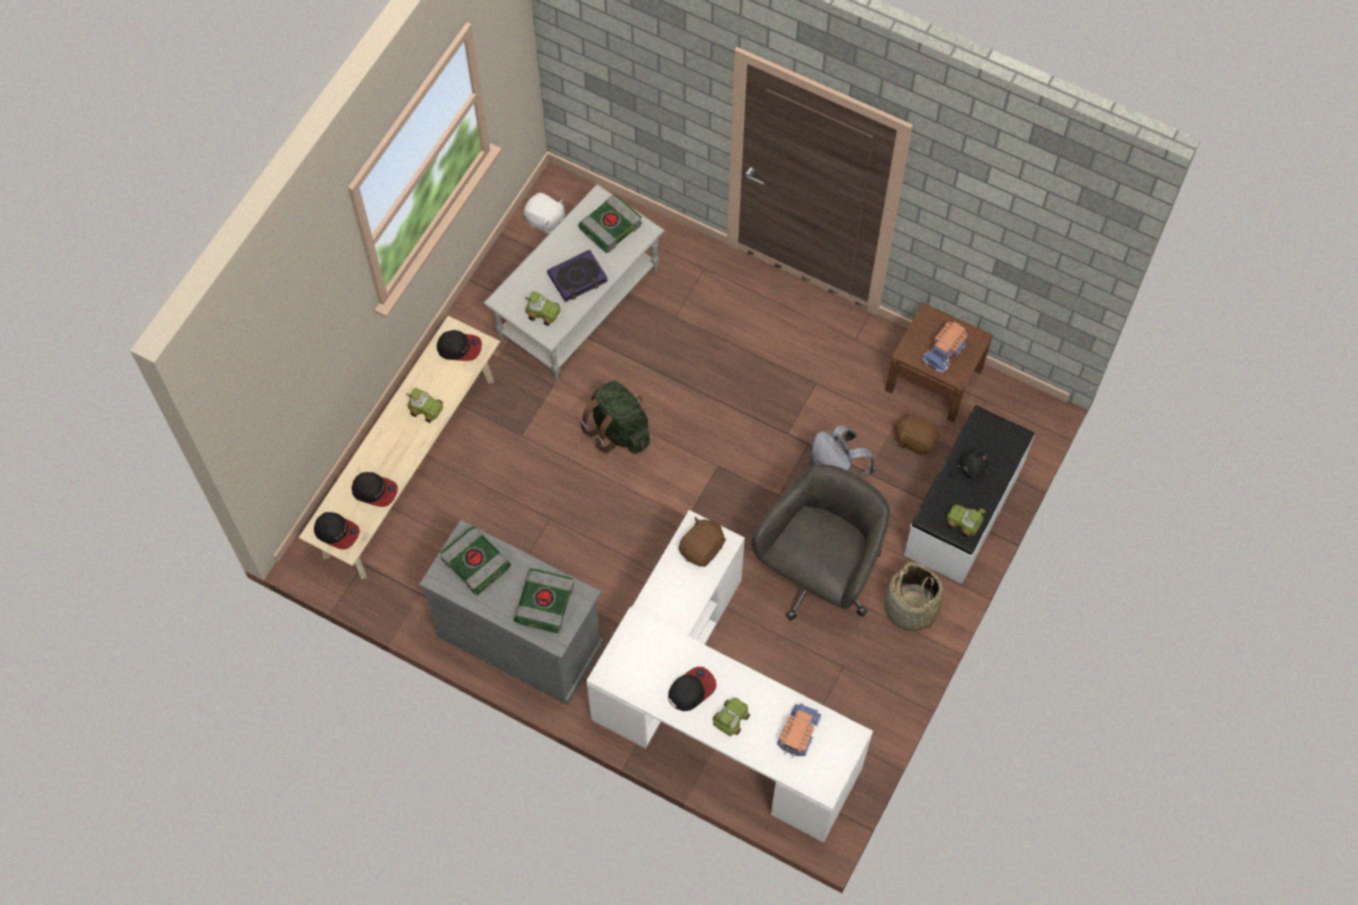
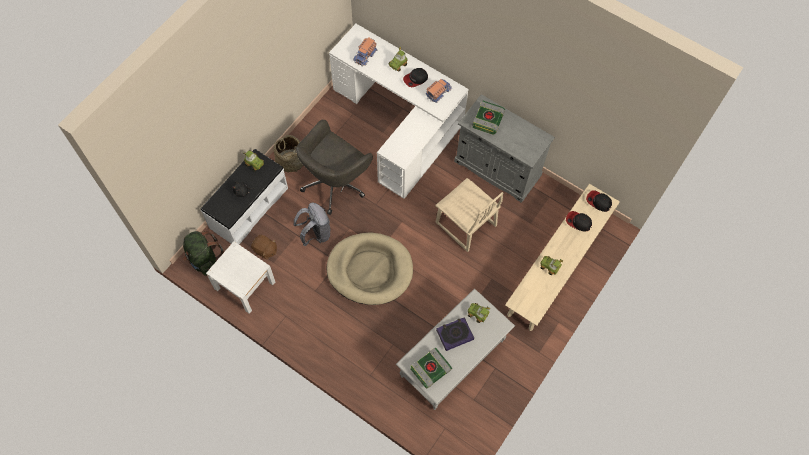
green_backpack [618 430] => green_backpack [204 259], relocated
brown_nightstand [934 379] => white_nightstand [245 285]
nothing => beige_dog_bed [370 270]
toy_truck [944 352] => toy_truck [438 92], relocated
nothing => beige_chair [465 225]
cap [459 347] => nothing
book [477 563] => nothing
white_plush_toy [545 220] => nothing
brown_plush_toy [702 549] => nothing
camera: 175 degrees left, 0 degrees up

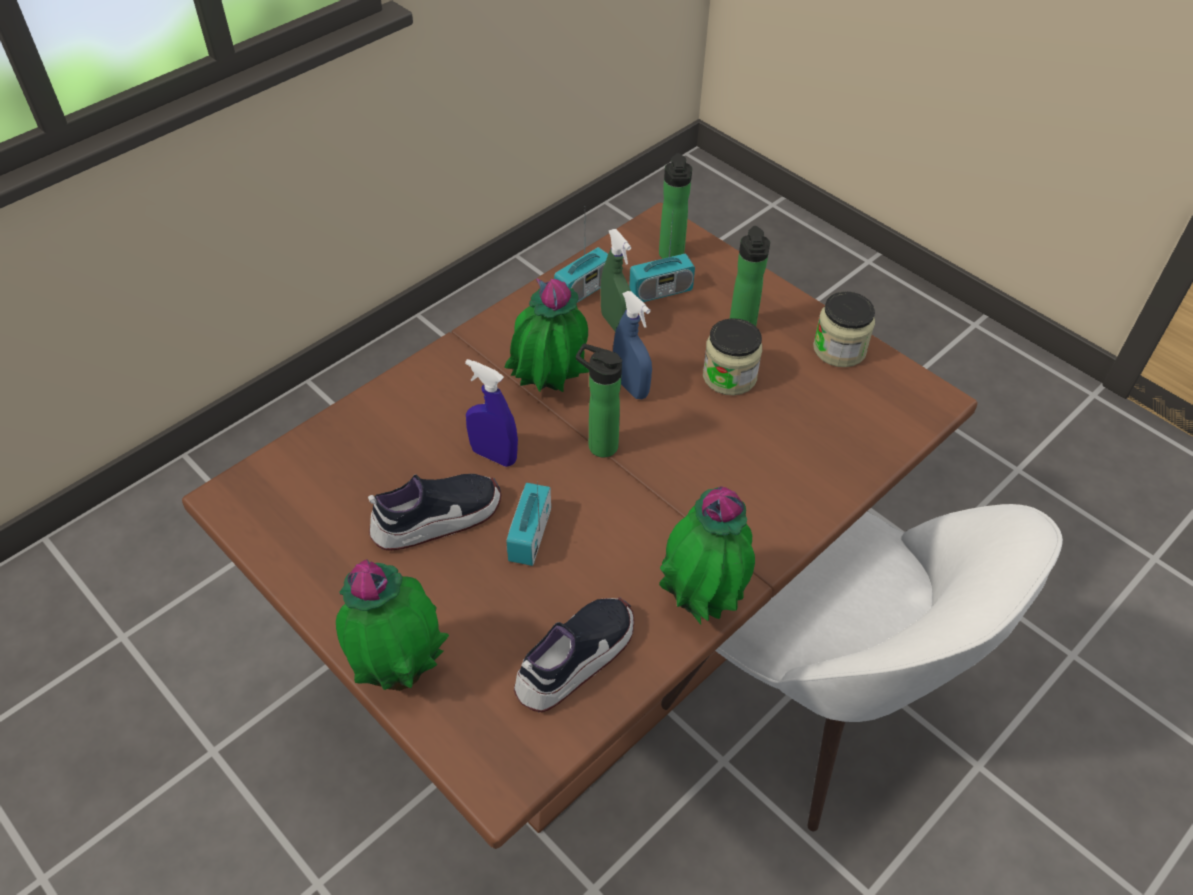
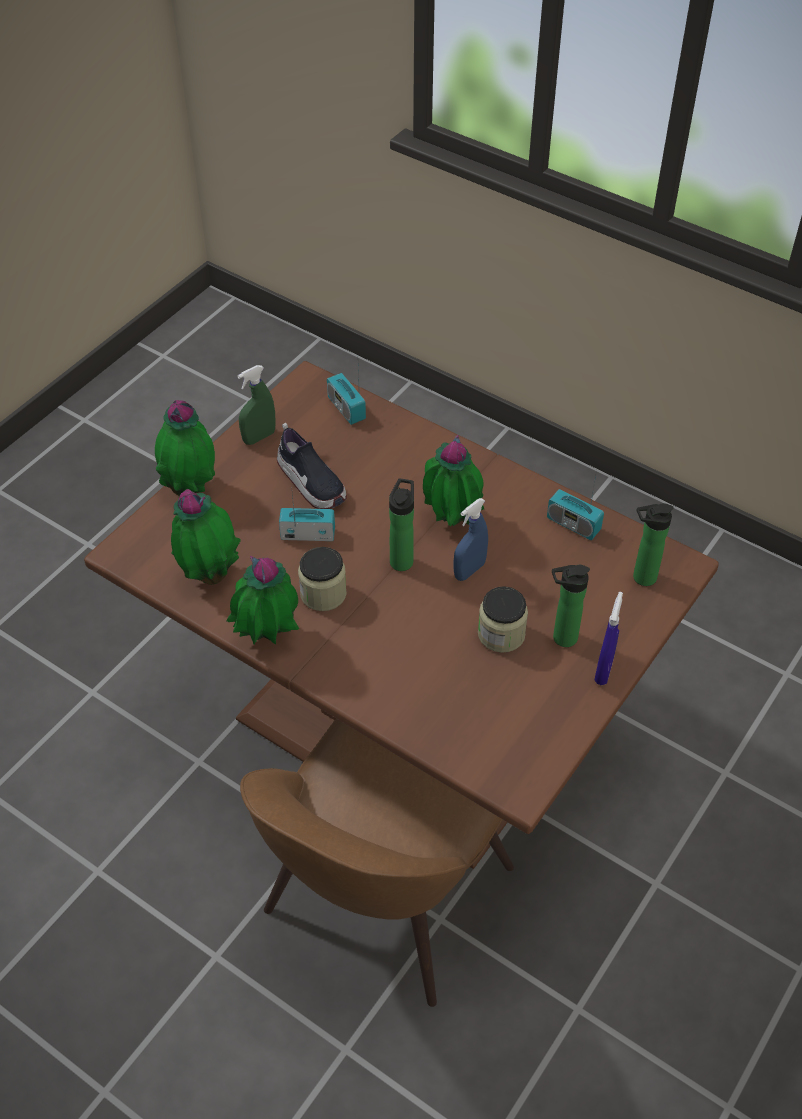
shoe [575 660] => potted_plant [210 575]
green_spray_bottle [616 324] => green_spray_bottle [259 437], relocated
white_chair [806 700] => brown_chair [383 897]
jar [839 349] => jar [323 594], relocated
radio [661 291] => radio [346 408], relocated
blue_spray_bottle [494 455] => blue_spray_bottle [603 670], relocated
camera: 80 degrees right, 0 degrees up

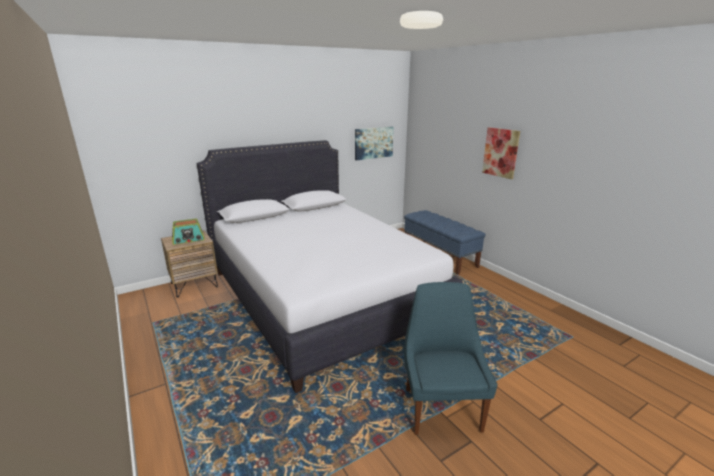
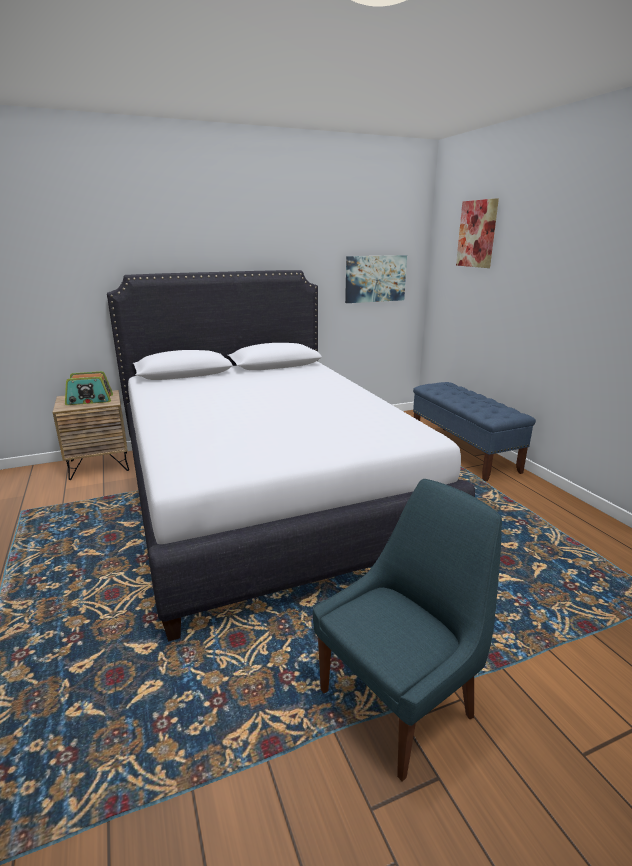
blue_chair [441 407] => blue_chair [400 700], 45 degrees clockwise
picture [501 152] => picture [477 234], relocated
camera: 10 degrees right, 0 degrees up

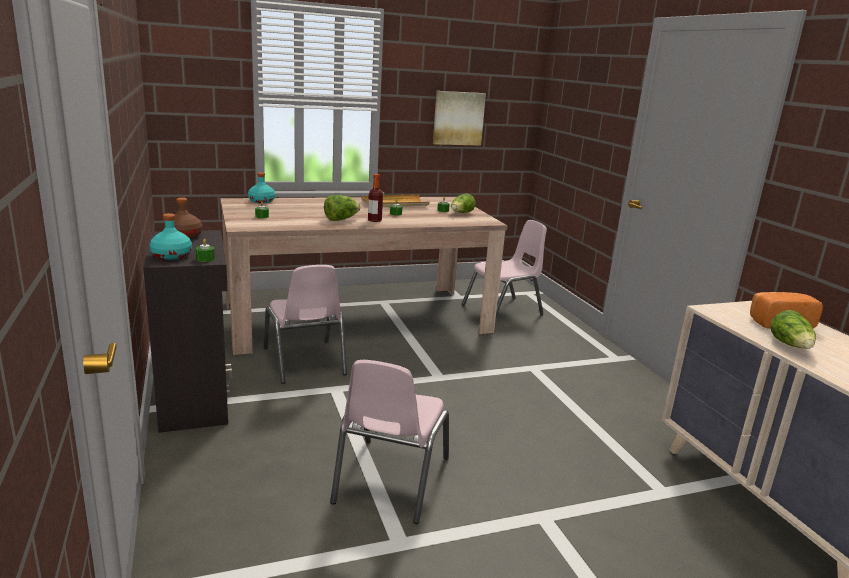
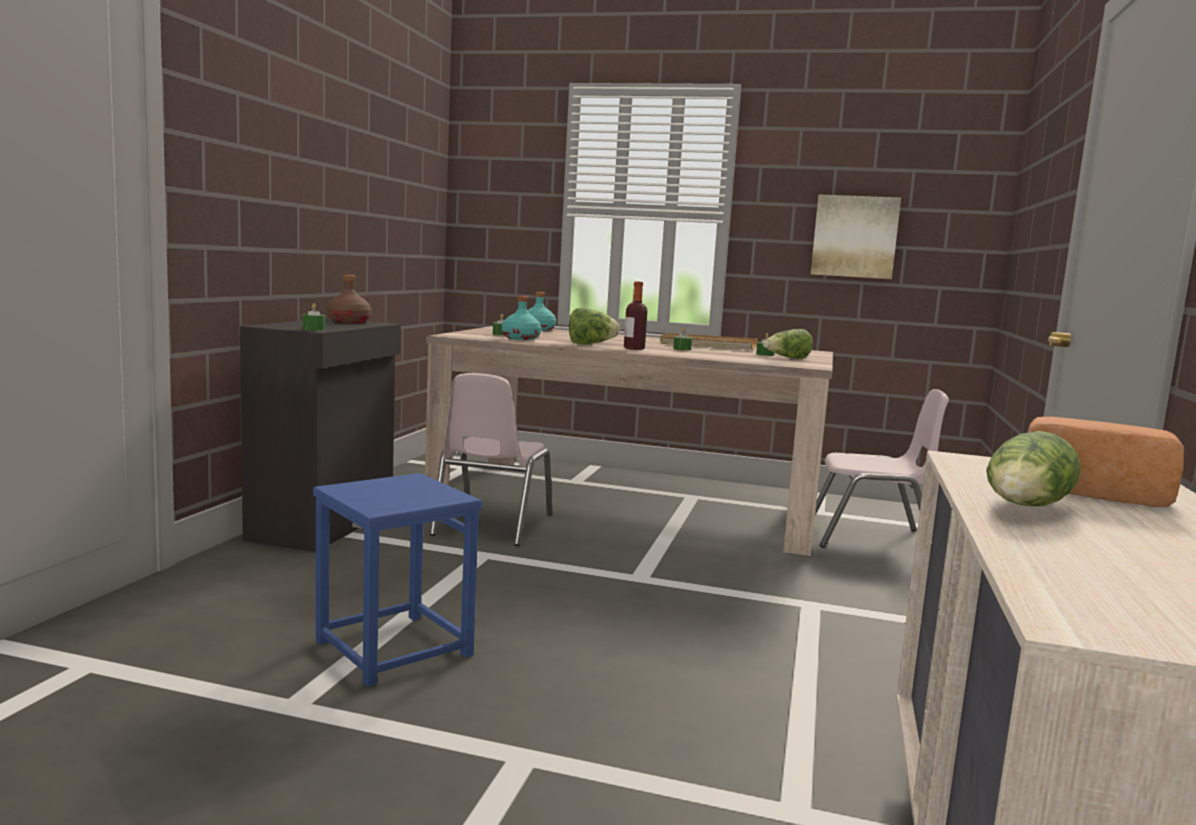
pink_chair [390 480] => blue_stool [392 648]
turquoise_bottle [172 255] => turquoise_bottle [521 338], relocated
camera: 35 degrees right, 10 degrees down

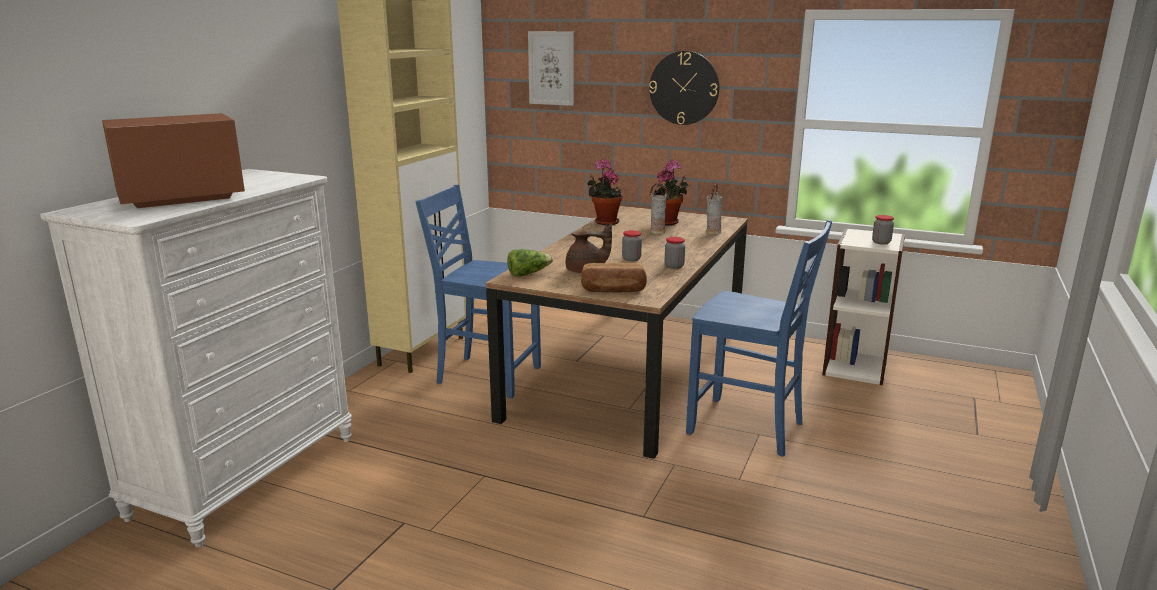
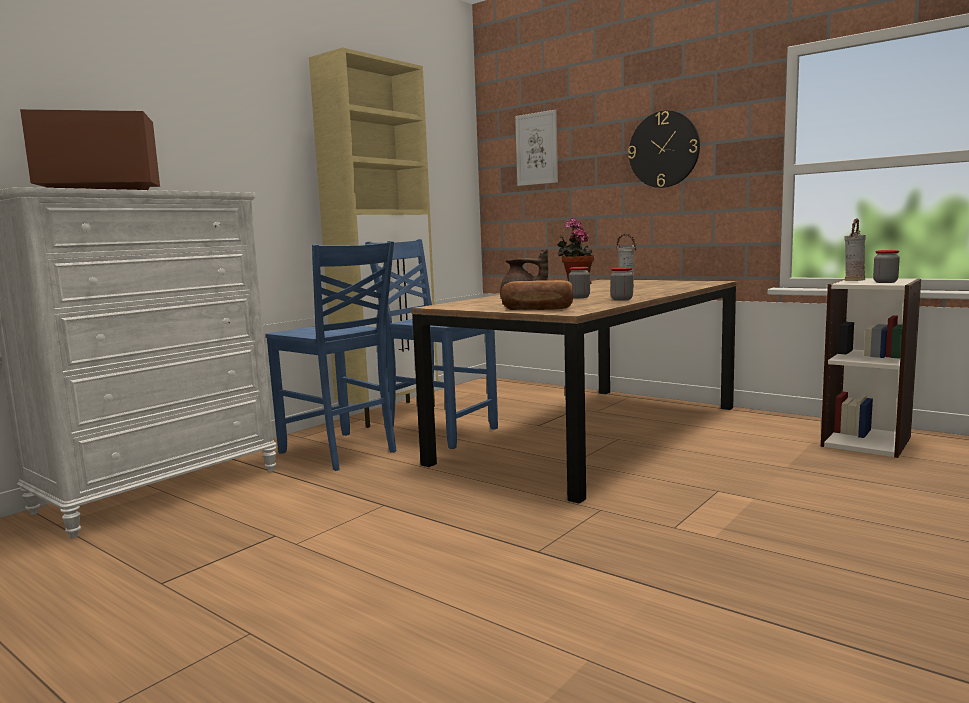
blue_chair [748 428] => blue_chair [340 452], relocated
vase [713 232] => vase [853 280], relocated
lettuce [528 274] => nothing
potted_plant [668 223] => nothing
camera: 15 degrees right, 10 degrees down

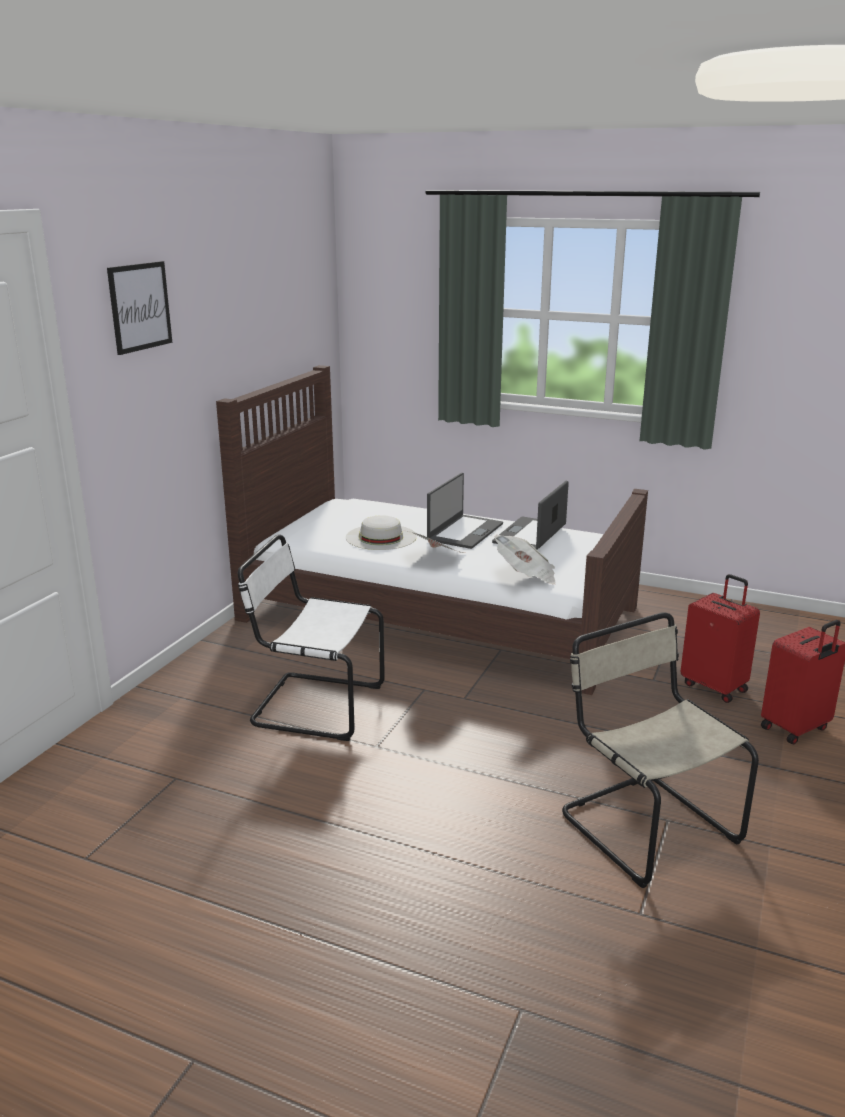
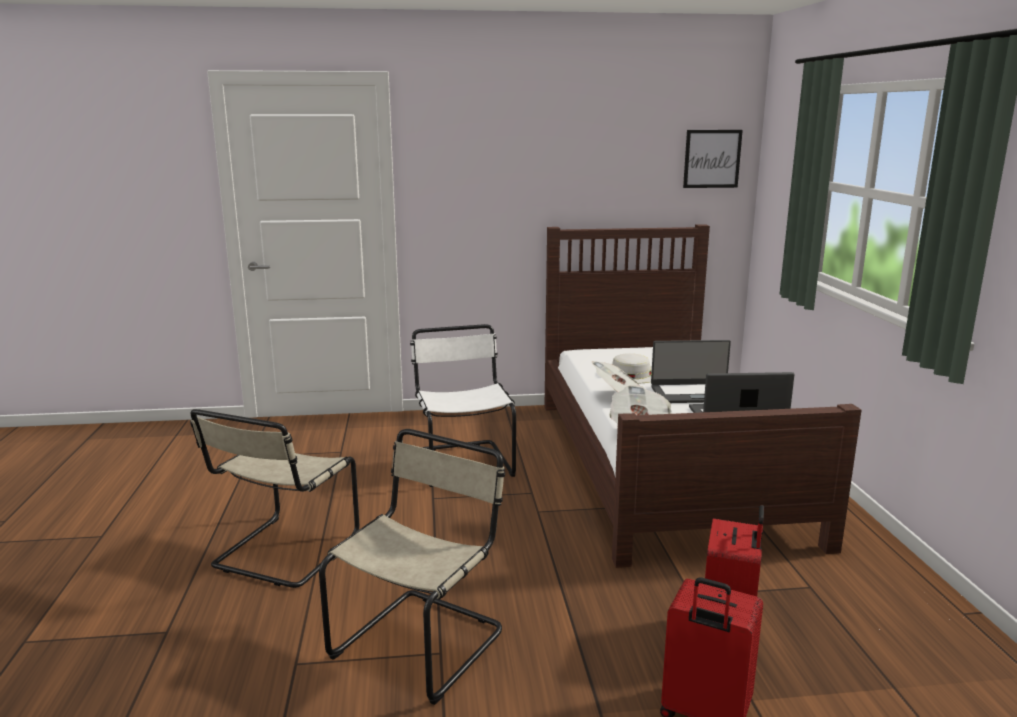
nothing => beige_chair [283 554]
picture [140 307] => picture [712 159], relocated
camera: 60 degrees right, 5 degrees down

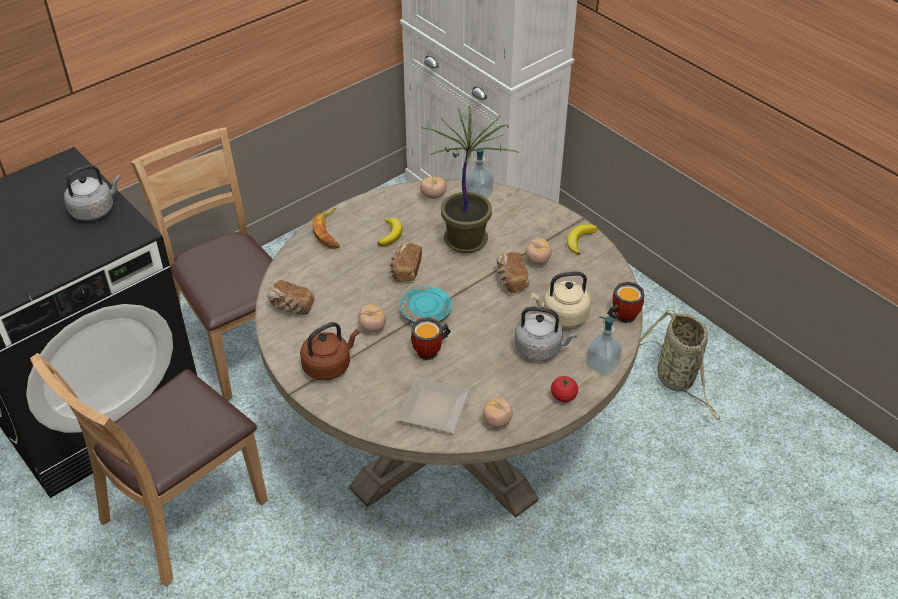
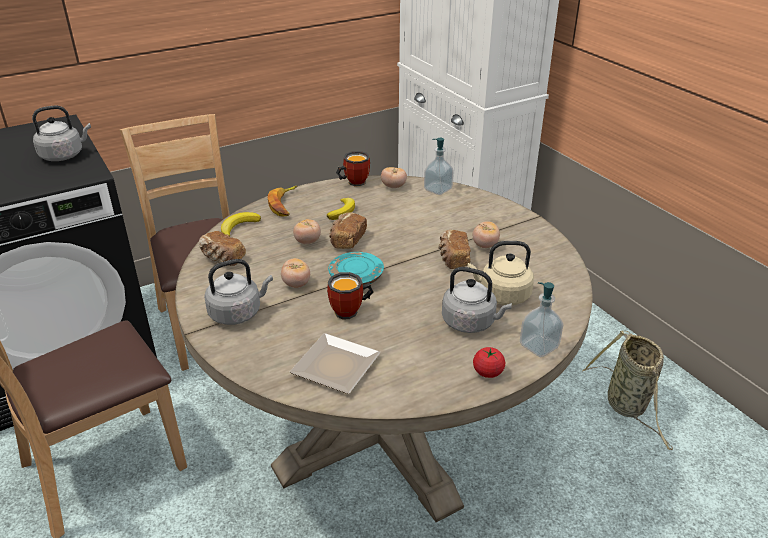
brown_kettle [329 366] => grey_kettle [238 313]
banana [579 240] => banana [239 226], relocated
tomato [497 421] => tomato [307 242], relocated
mug [621 316] => mug [353 182], relocated
potted_plant [466 239] => nothing
camera: 10 degrees right, 10 degrees down

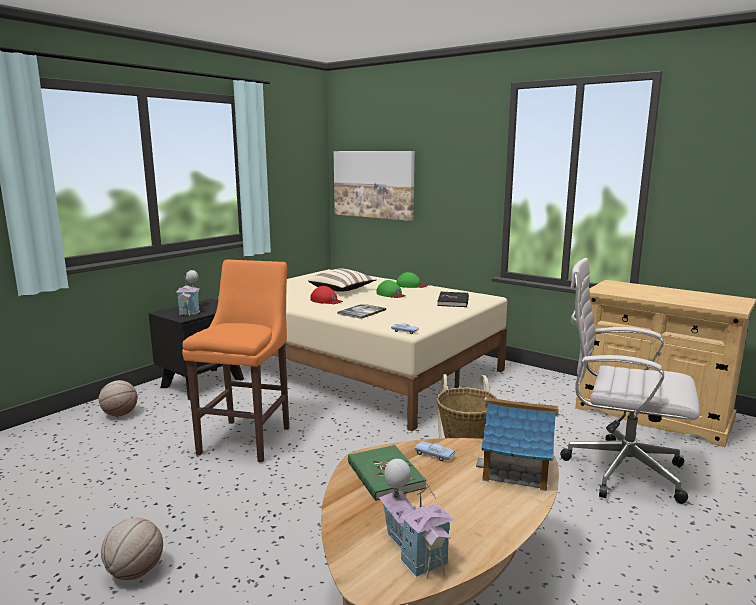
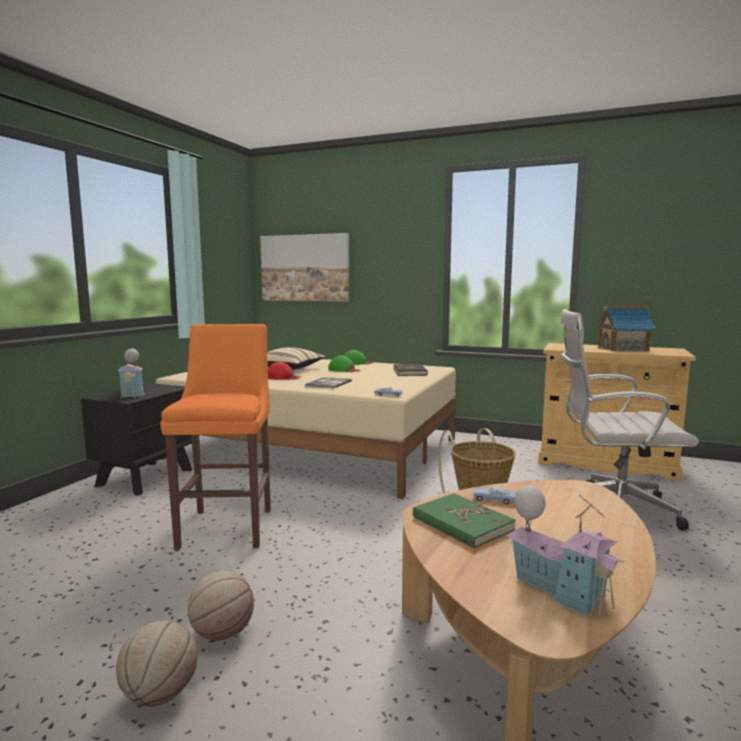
basketball [120 414] => basketball [222 633], relocated
toy_house [517 469] => toy_house [623 348], relocated
camera: 15 degrees left, 5 degrees down

